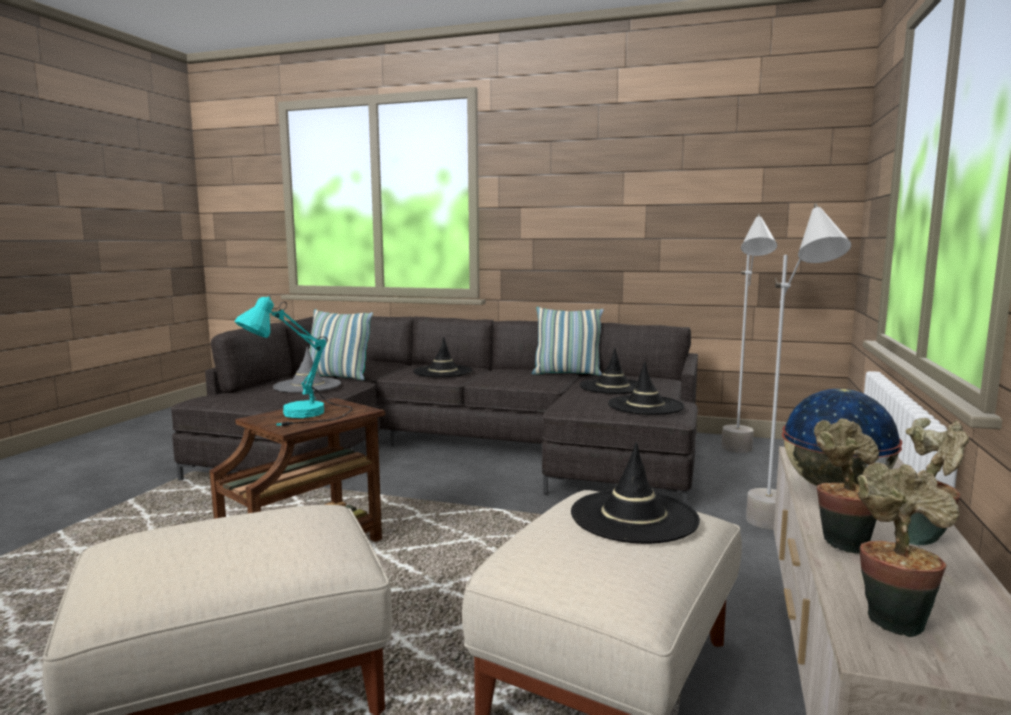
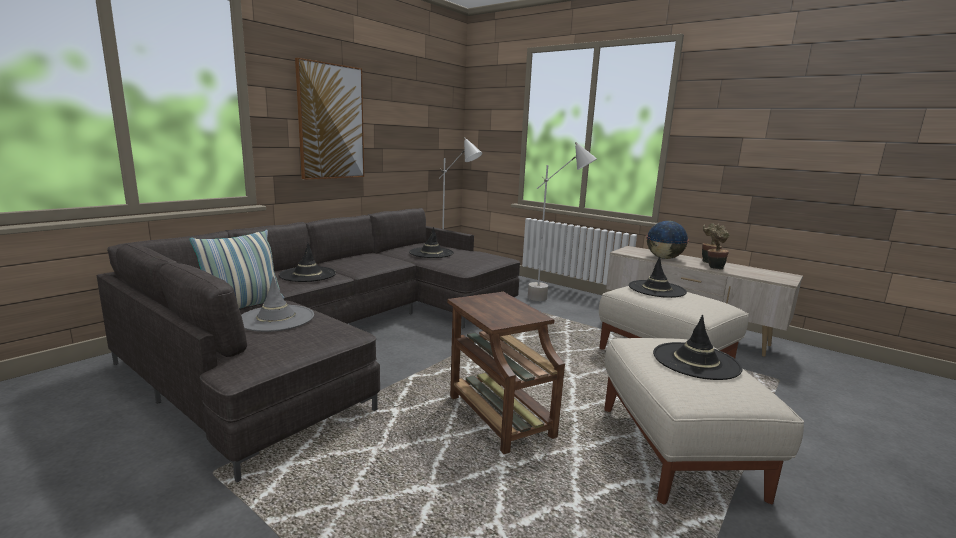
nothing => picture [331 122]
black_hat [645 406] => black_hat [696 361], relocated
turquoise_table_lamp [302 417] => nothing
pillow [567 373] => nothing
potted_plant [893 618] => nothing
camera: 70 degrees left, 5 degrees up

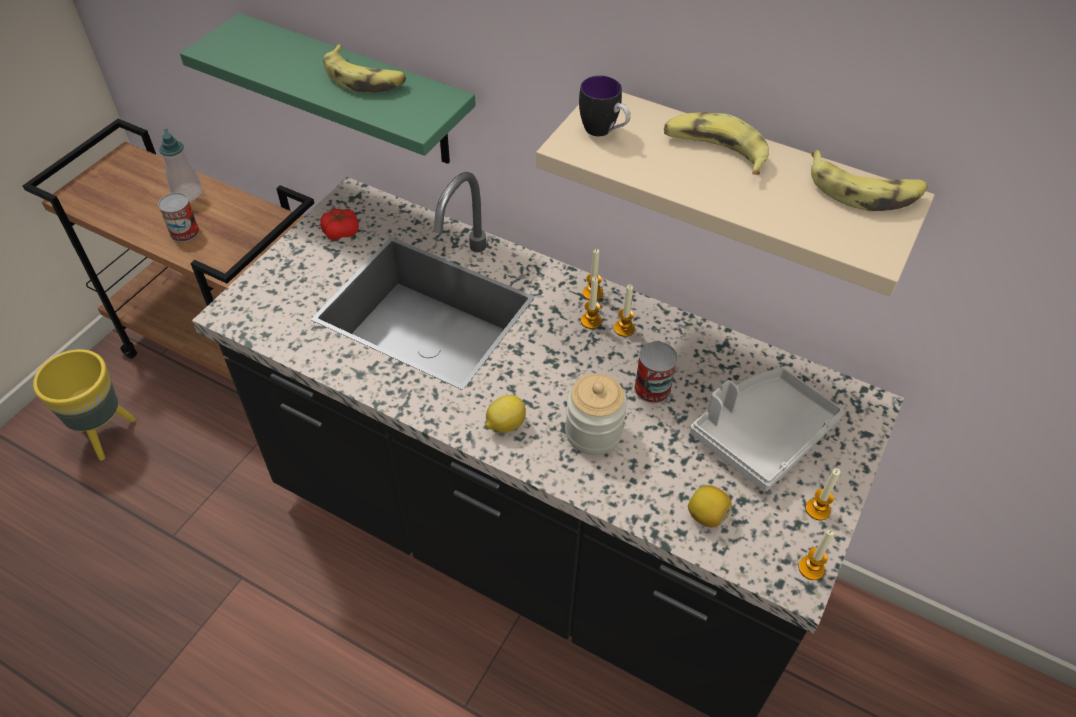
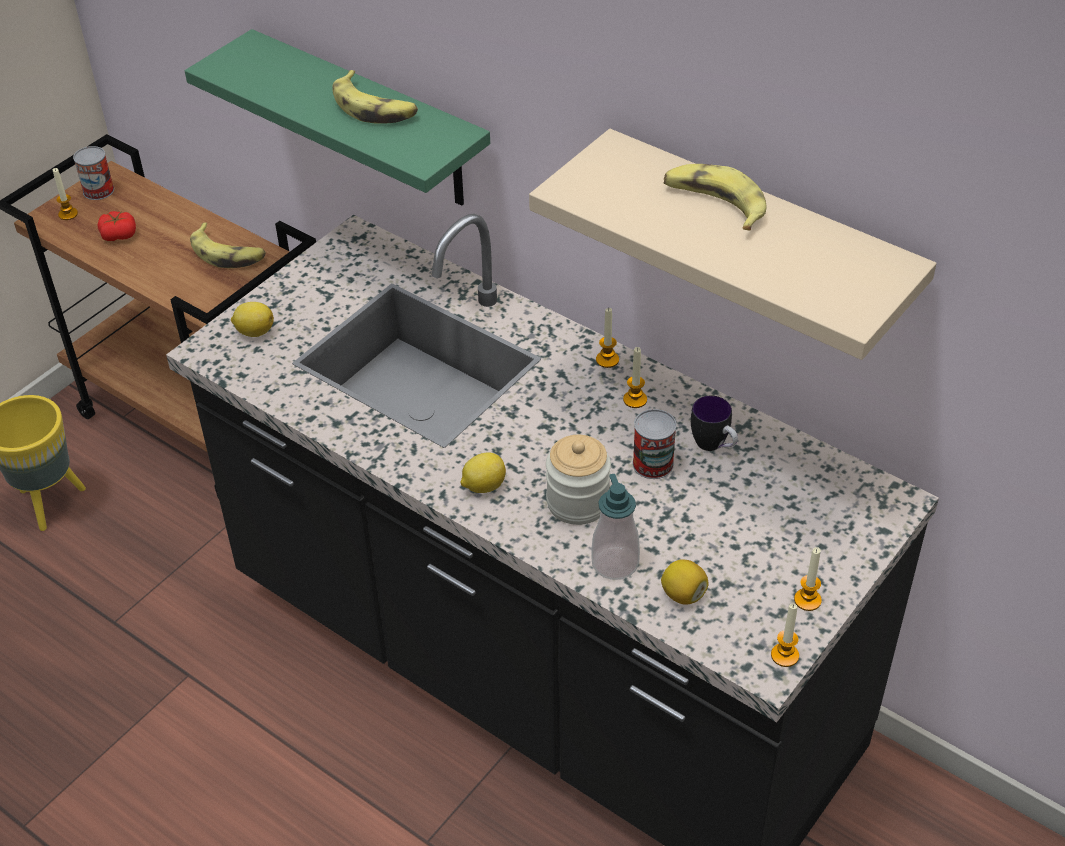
candle [591 321] => candle [68 214], relocated
can [184 232] => can [98 190], relocated
tomato [341 232] => tomato [119 234], relocated
banana [864 191] => banana [228 254], relocated
nothing => lemon [254 331]
soap_dispenser [187 193] => soap_dispenser [615 563], relocated
mug [604 132] => mug [714 447], relocated
grey_tray [761 434] => nothing
camera: 10 degrees right, 5 degrees down

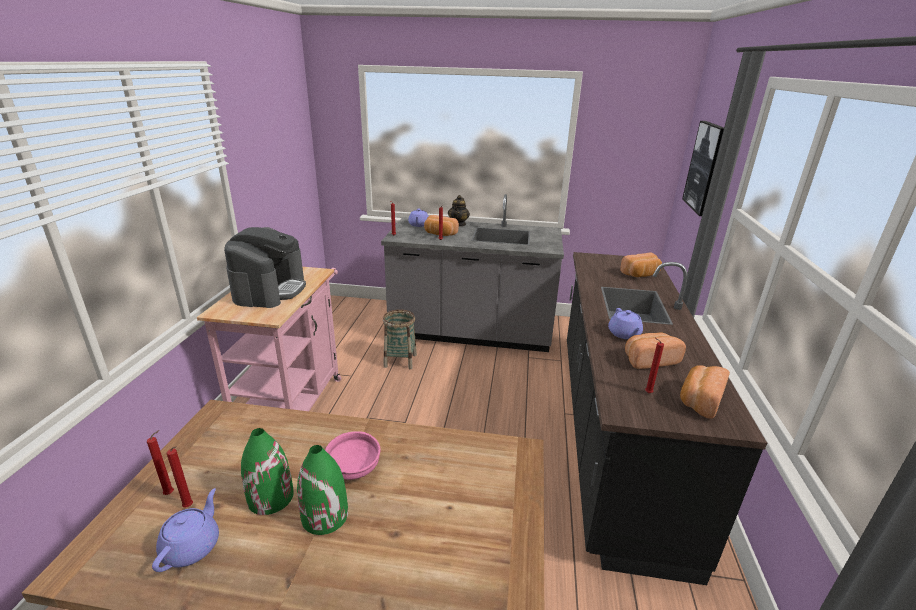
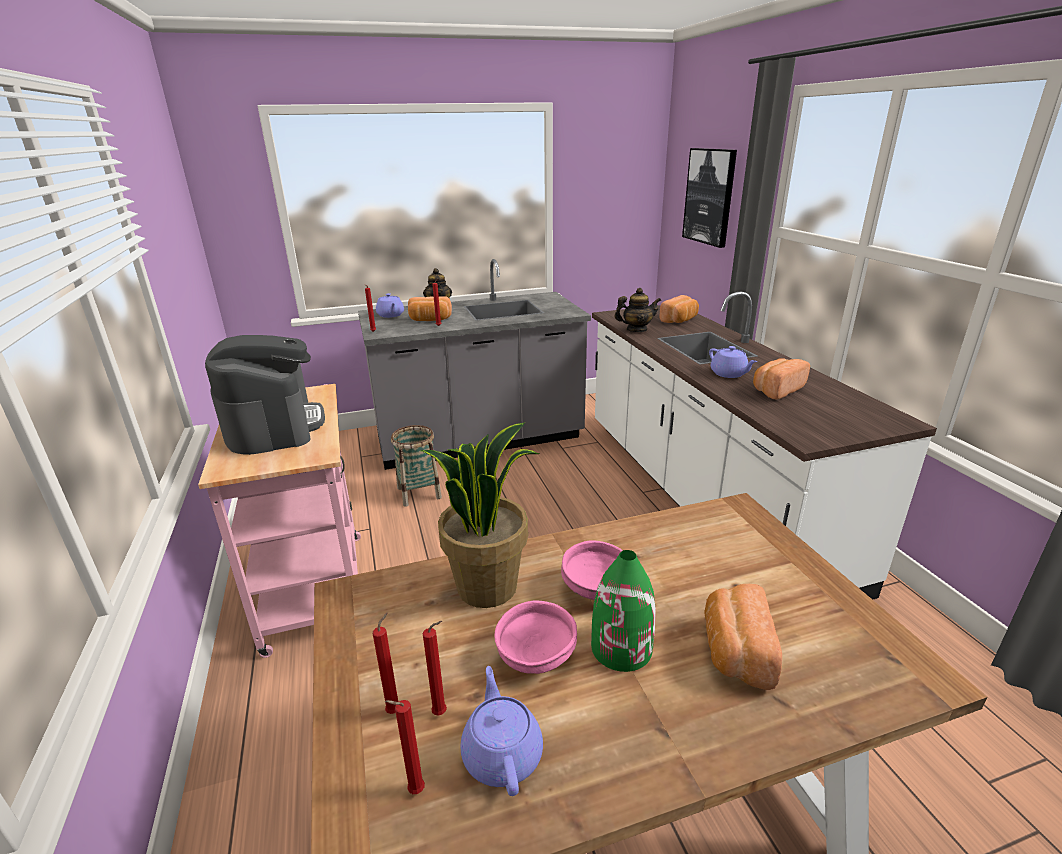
red_candle [647 393] => red_candle [413 791], relocated
nothing => potted_plant [487 586]
green_vase [270 497] => pink_bowl [535 656]
black_counter [613 434] => white_counter [703 497]
nothing => teapot [636 330]
bread [699 400] => bread [734 651], relocated
camera: 25 degrees left, 0 degrees up

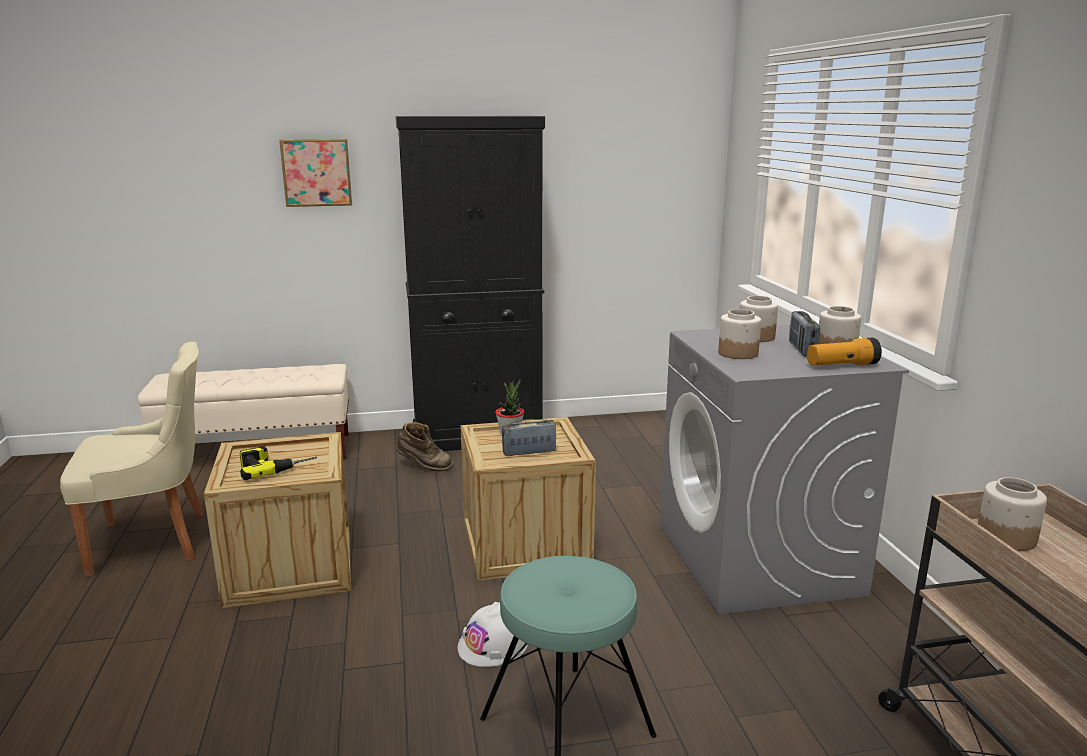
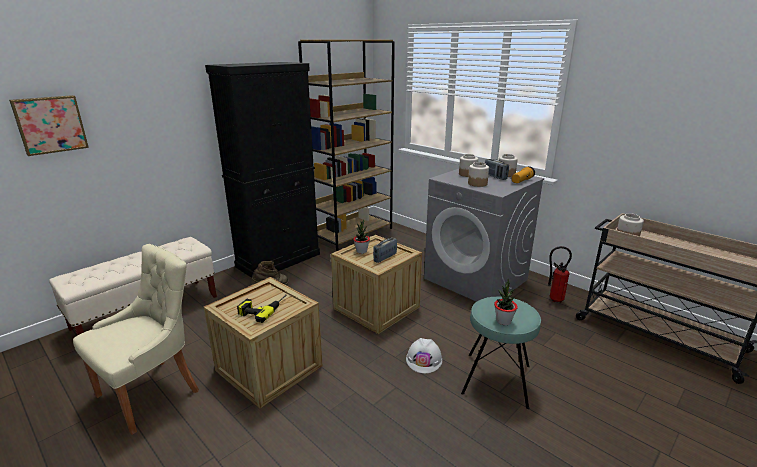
picture [316 172] => picture [50 124], relocated
nothing => brown_bookcase [352 233]
nothing => potted_plant [503 321]
nothing => fire_extinguisher [553 299]
camera: 35 degrees left, 5 degrees up

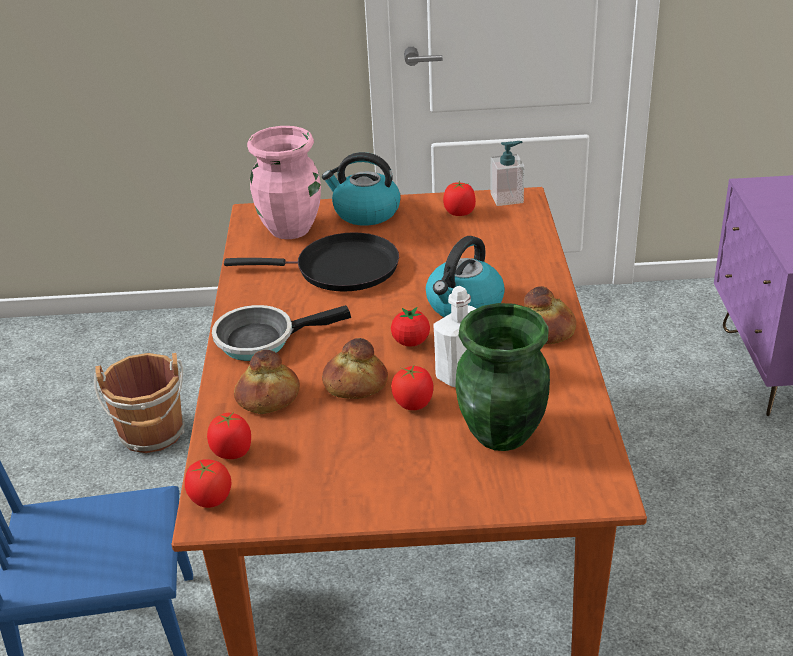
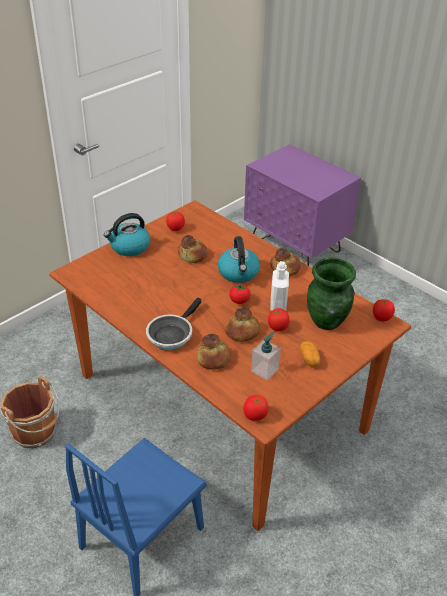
nothing => bread [193 255]
soap_dispenser [507 198] => soap_dispenser [265 370], relocated
nothing => potato [309 359]
tomato [232 452] => tomato [382 318], relocated
black_frying_pan [340 269] => nothing
pink_vase [291 229] => nothing
camera: 45 degrees left, 5 degrees up

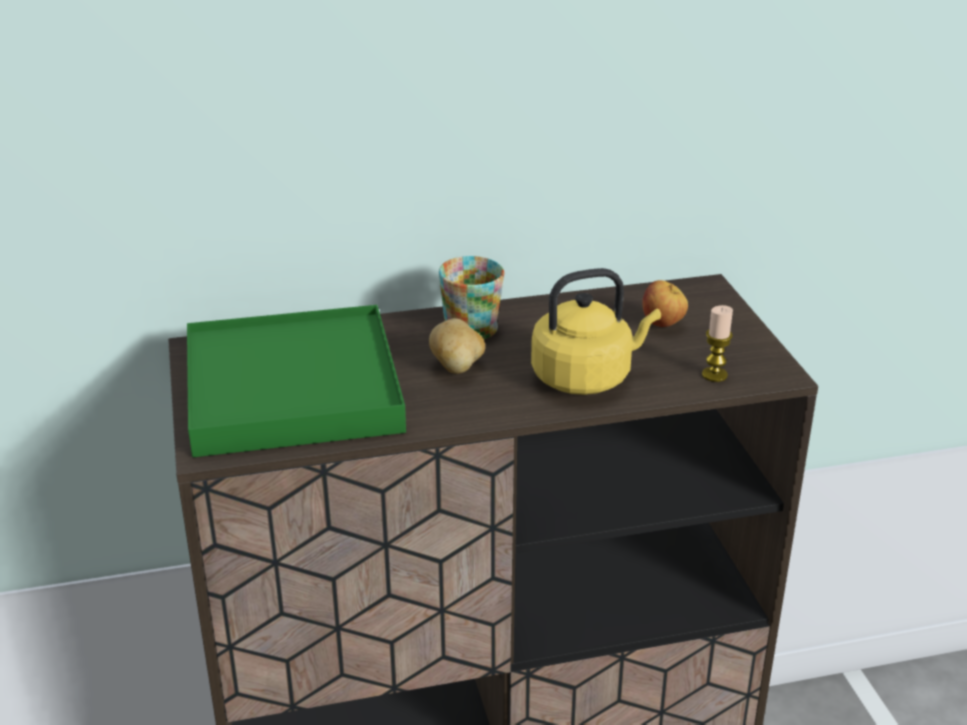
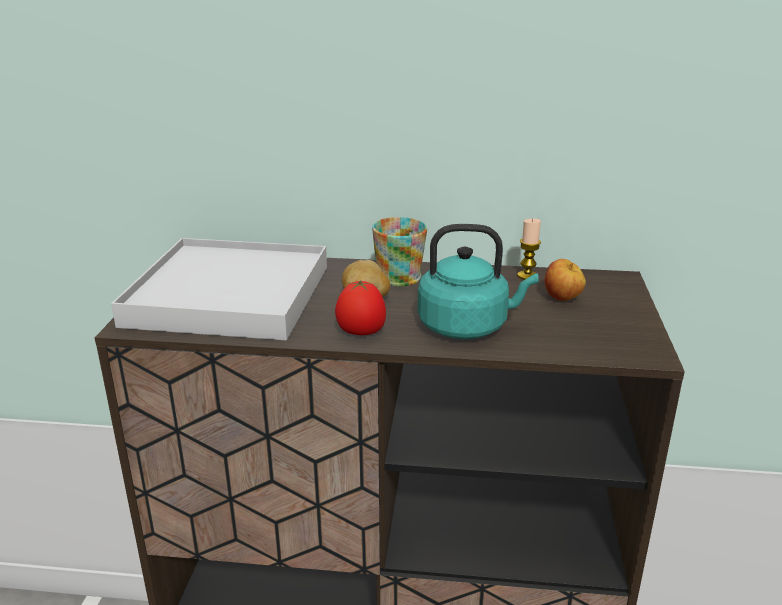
green_tray [292 388] => white_tray [229 295]
nothing => tomato [361 333]
yellow_kettle [586 377] => turquoise_kettle [467 326]
candle [714 375] => candle [527 276], relocated
camera: 20 degrees right, 5 degrees down

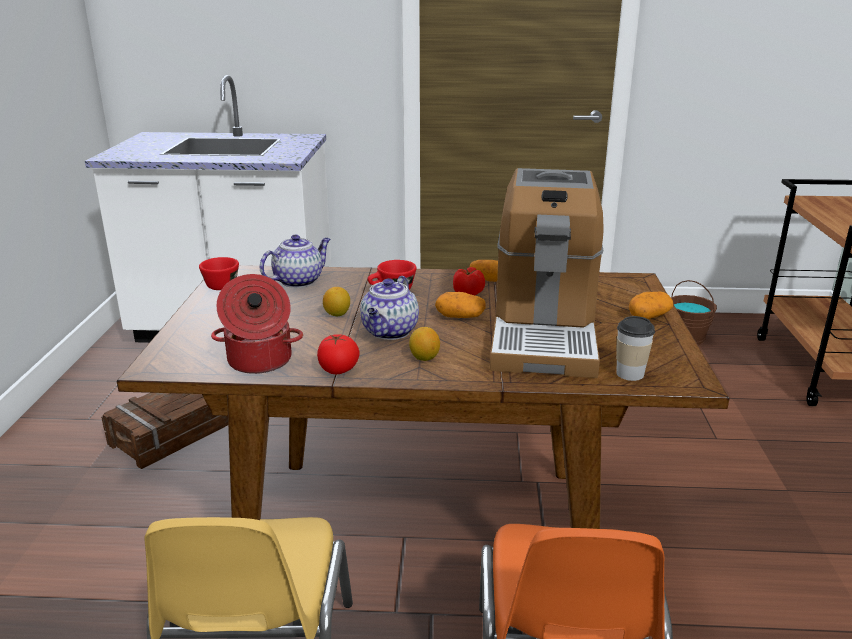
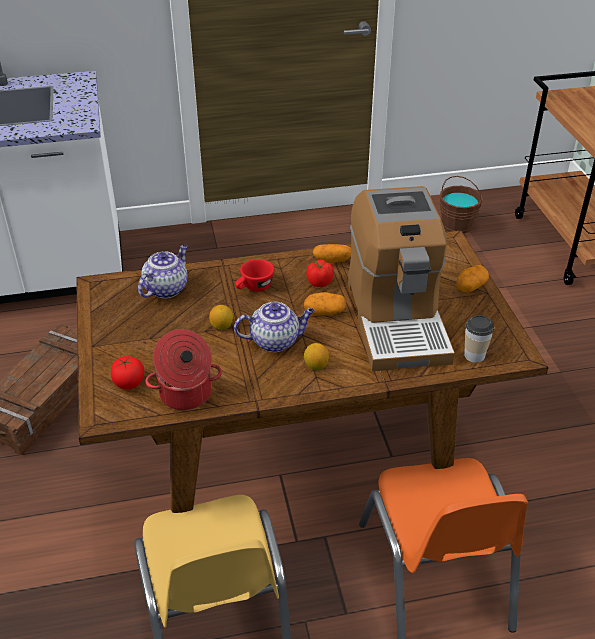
tomato [338 370] => tomato [129 383], relocated
teapot [390 332] => teapot [276 341], 105 degrees counterclockwise
red_cup [222 284] => nothing
camera: 15 degrees left, 15 degrees up

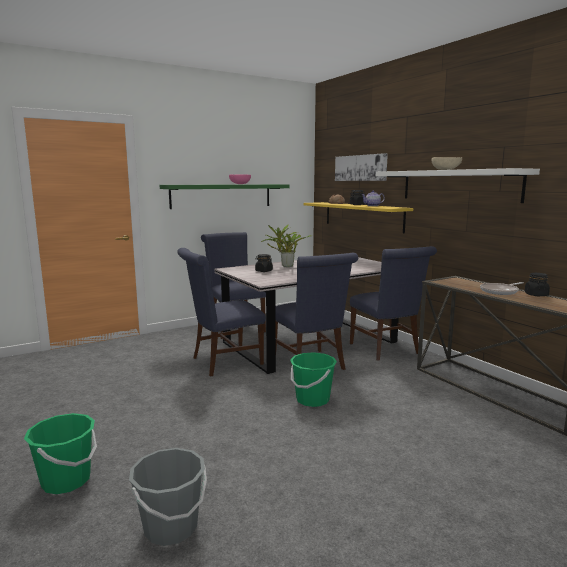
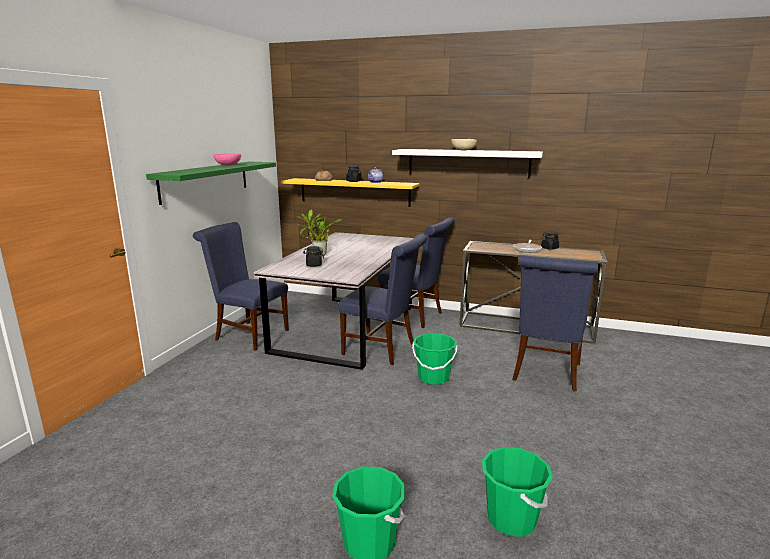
grey_bucket [171 527] => green_bucket [511 519]
blue_chair [222 362] => blue_chair [546 374], relocated
picture [360 168] => nothing
camera: 40 degrees left, 5 degrees up

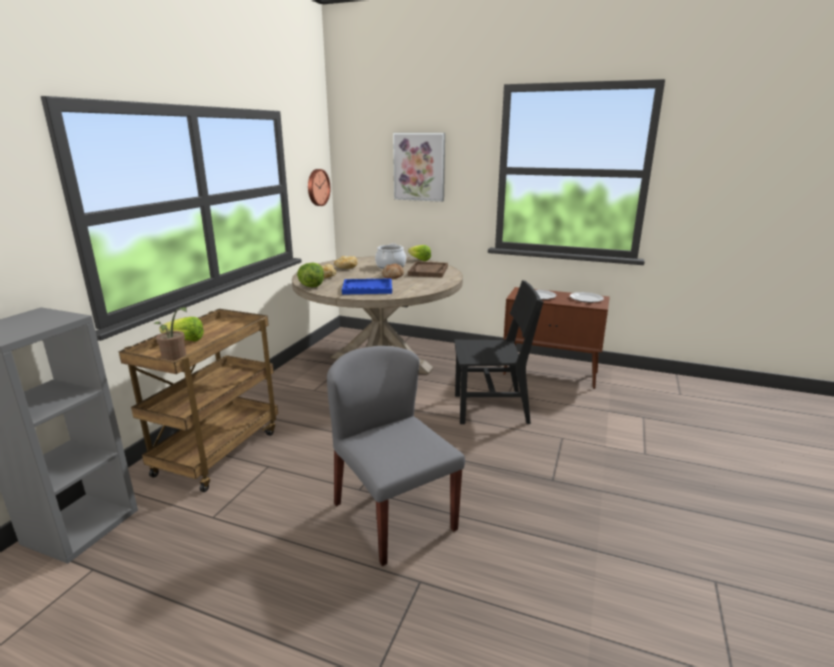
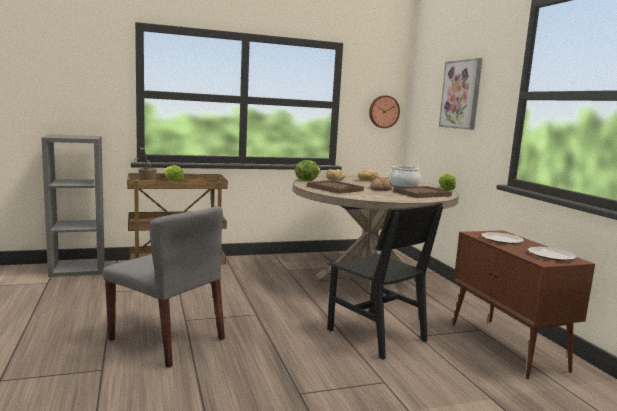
grey_chair [393 515] => grey_chair [168 339], 105 degrees clockwise
blue_tray [367 288] => brown_tray [334 188]
camera: 50 degrees right, 10 degrees down

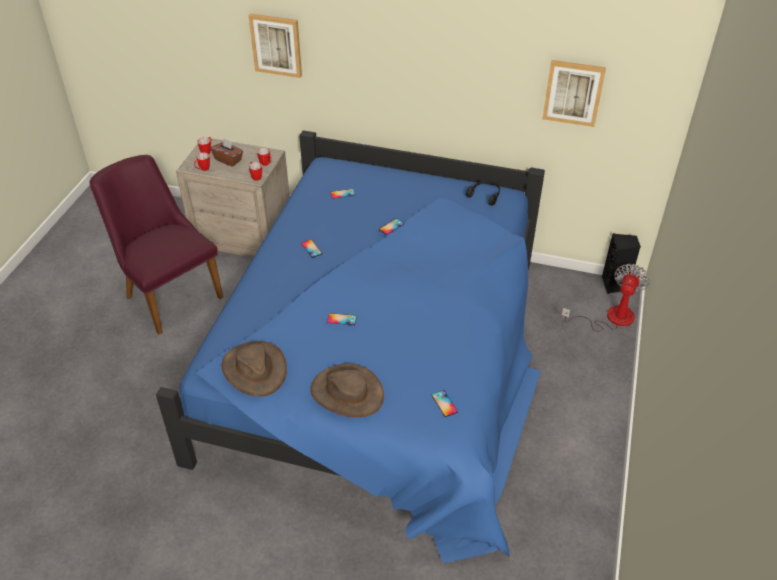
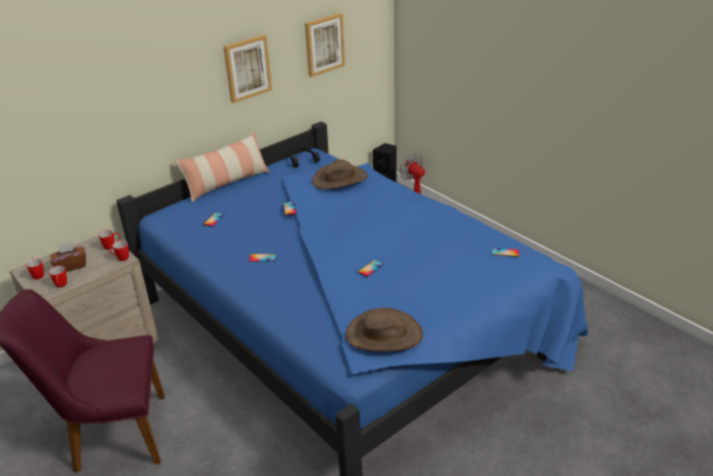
nothing => pillow [226 183]
picture [276 45] => picture [247 68], relocated
brown_hat [347 393] => brown_hat [340 179], relocated
camera: 55 degrees left, 10 degrees down

